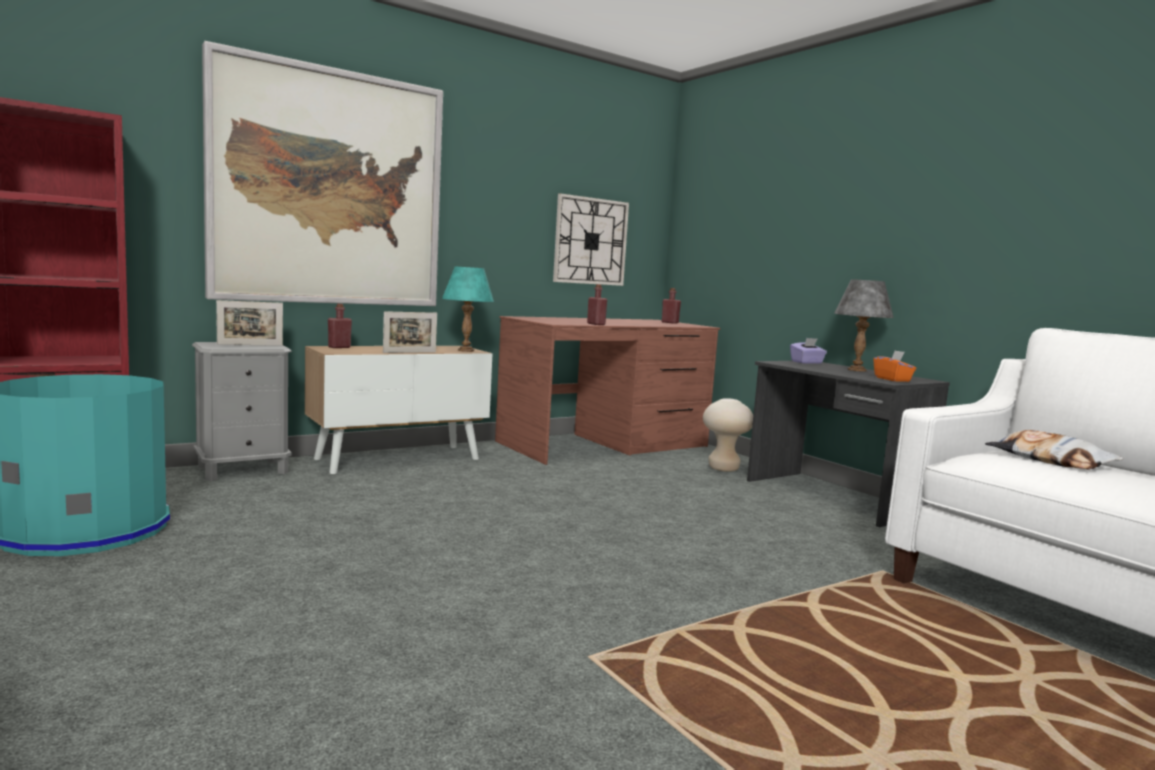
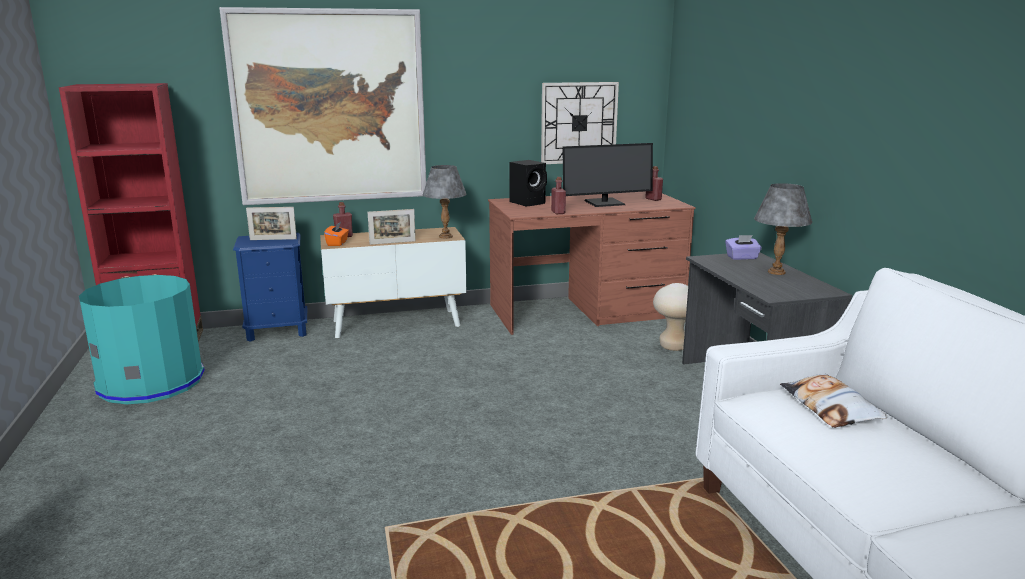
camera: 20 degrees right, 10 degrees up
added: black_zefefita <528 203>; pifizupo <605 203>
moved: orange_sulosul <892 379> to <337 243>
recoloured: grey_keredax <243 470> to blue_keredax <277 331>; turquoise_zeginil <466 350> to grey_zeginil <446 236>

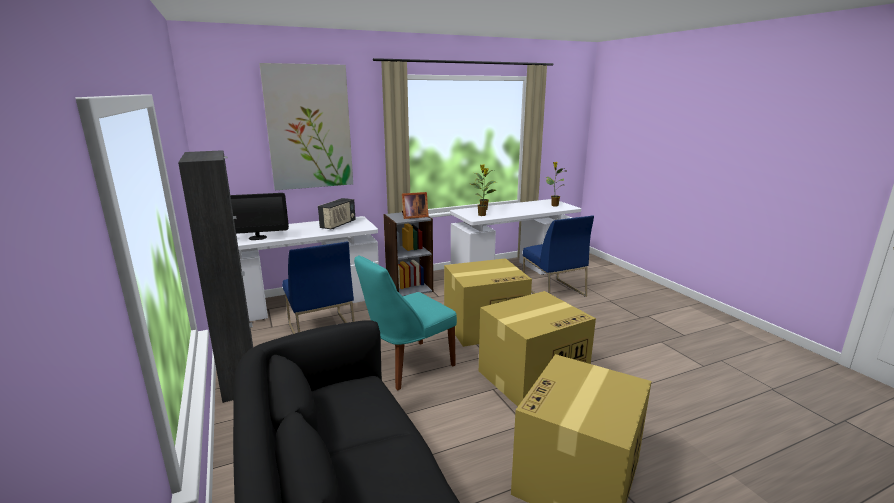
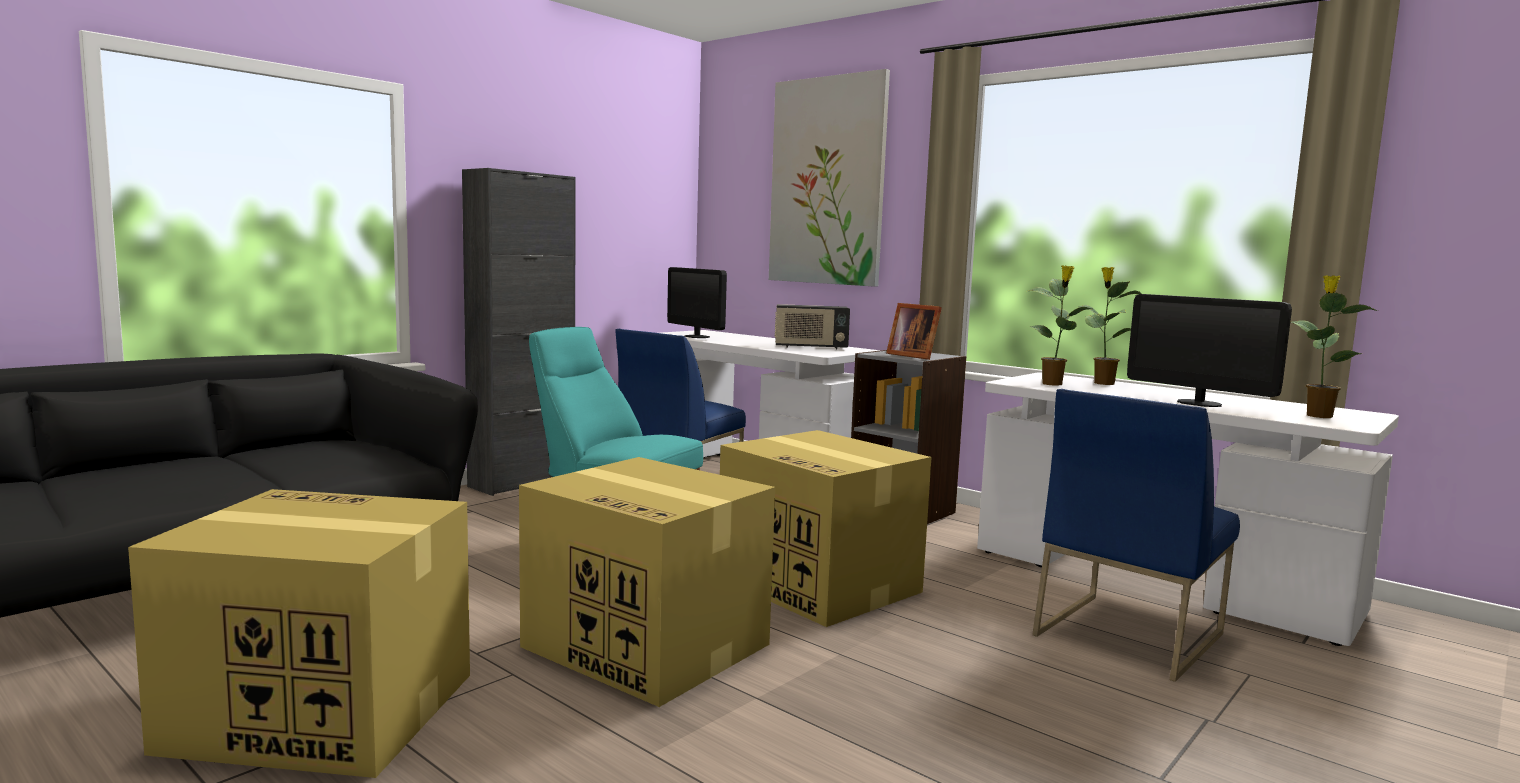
camera: 65 degrees right, 10 degrees down
added: pifizupo <1199 403>

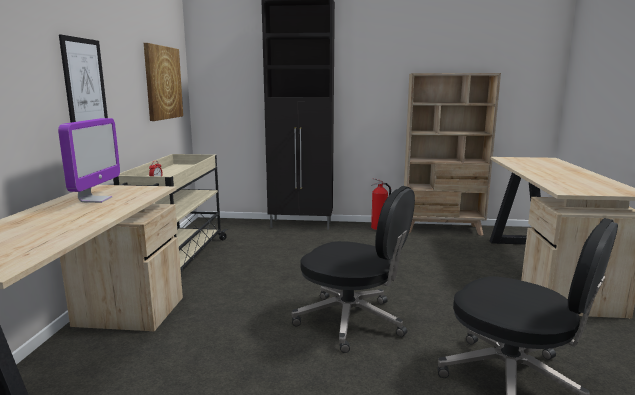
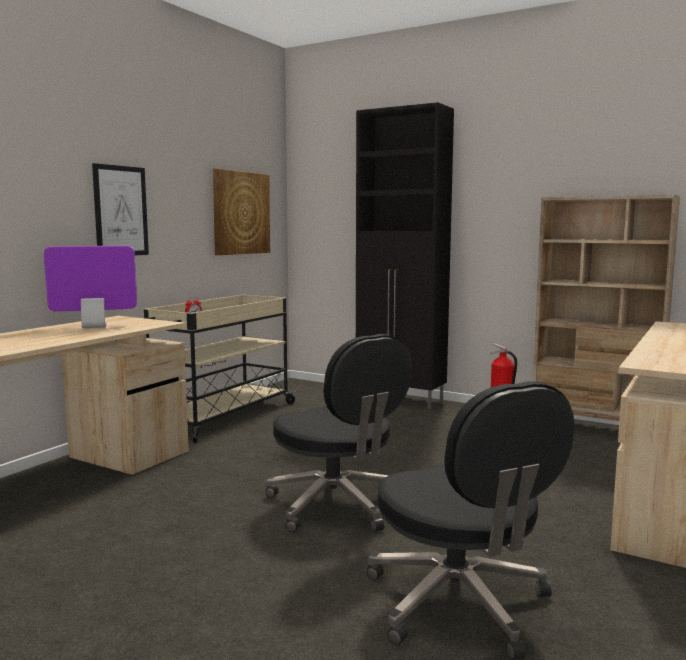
camera: 25 degrees right, 5 degrees down
turned: pifizupo <95 200> = <94 326> 135 degrees counterclockwise

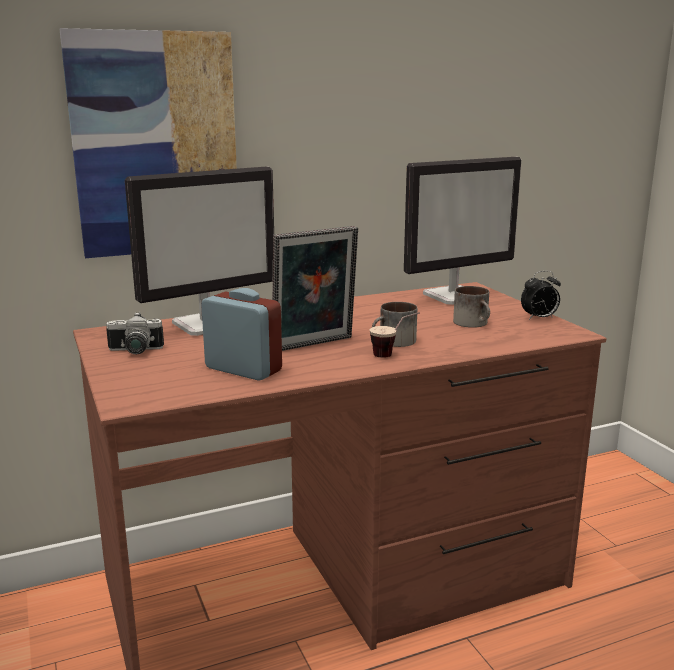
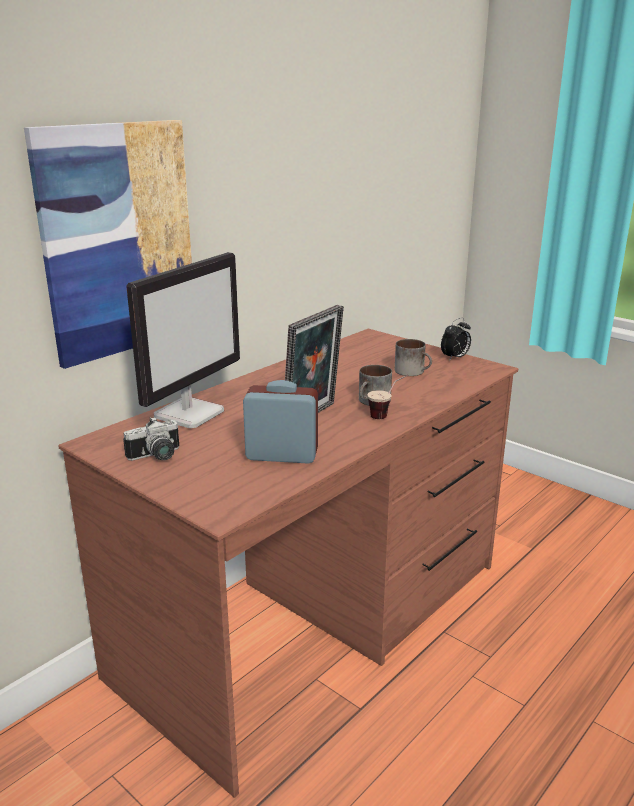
camera: 25 degrees left, 5 degrees up
removed: pifizupo <454 296>

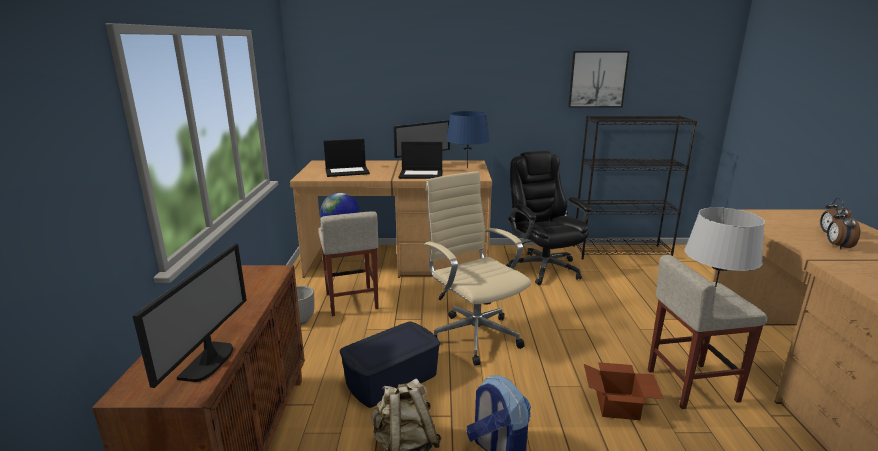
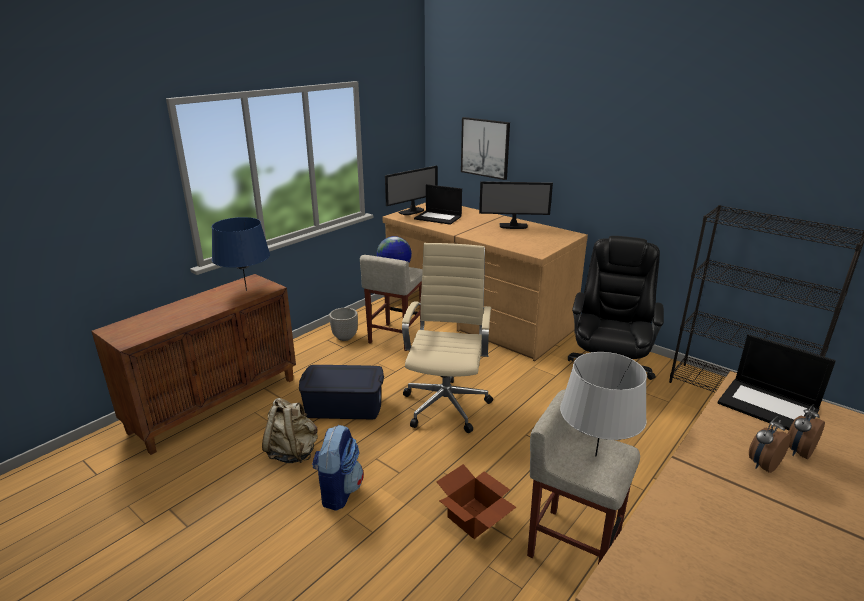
camera: 40 degrees right, 5 degrees up
moved: pifizupo <209 362> to <412 212>; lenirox <421 174> to <769 406>; blue_zeginil <467 168> to <246 290>; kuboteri <597 79> to <485 148>

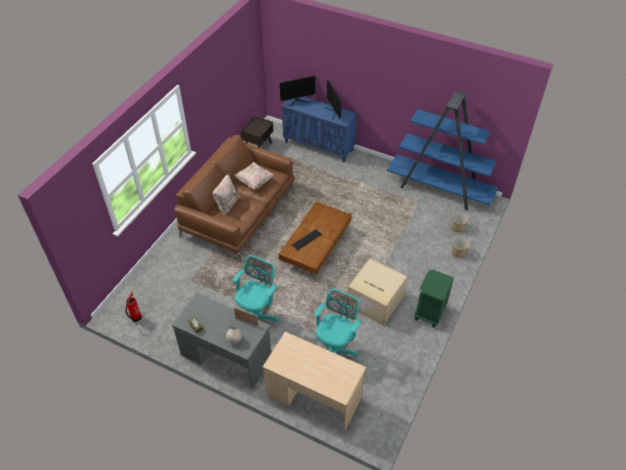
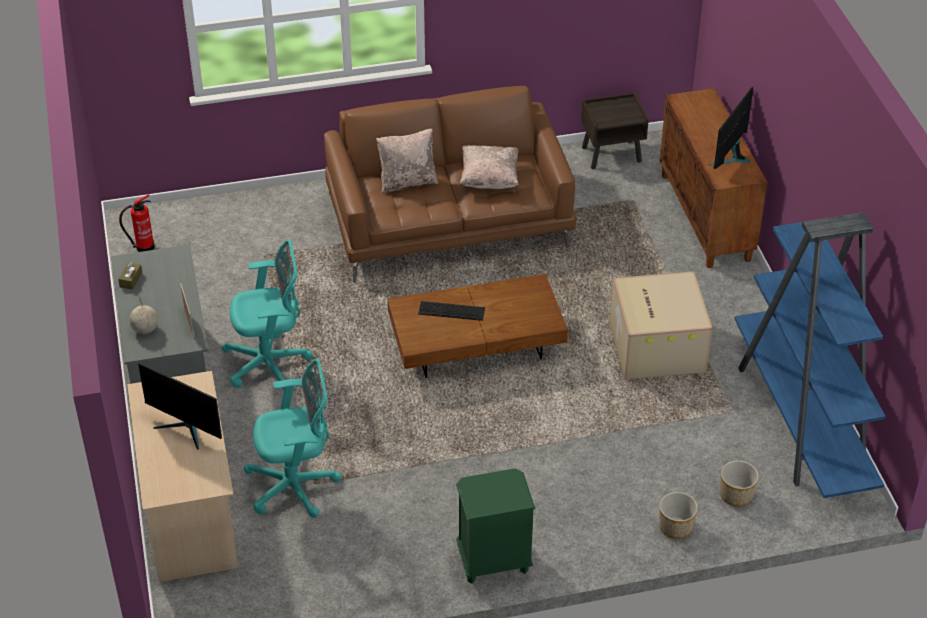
camera: 50 degrees right, 5 degrees down
moved: pifizupo <297 101> to <186 428>; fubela <374 301> to <655 346>
recoloured: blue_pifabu <319 146> to brown_pifabu <706 218>

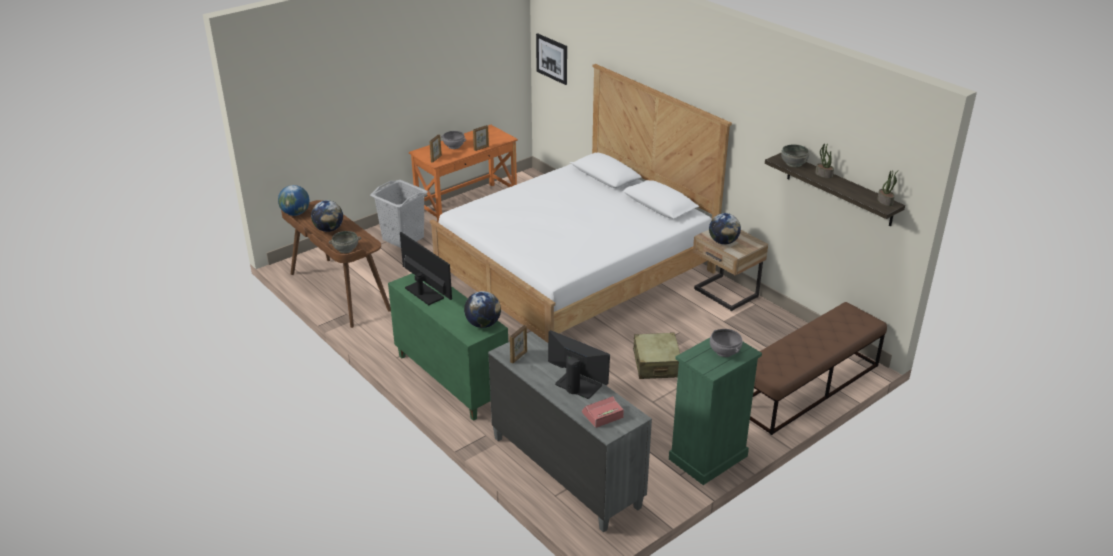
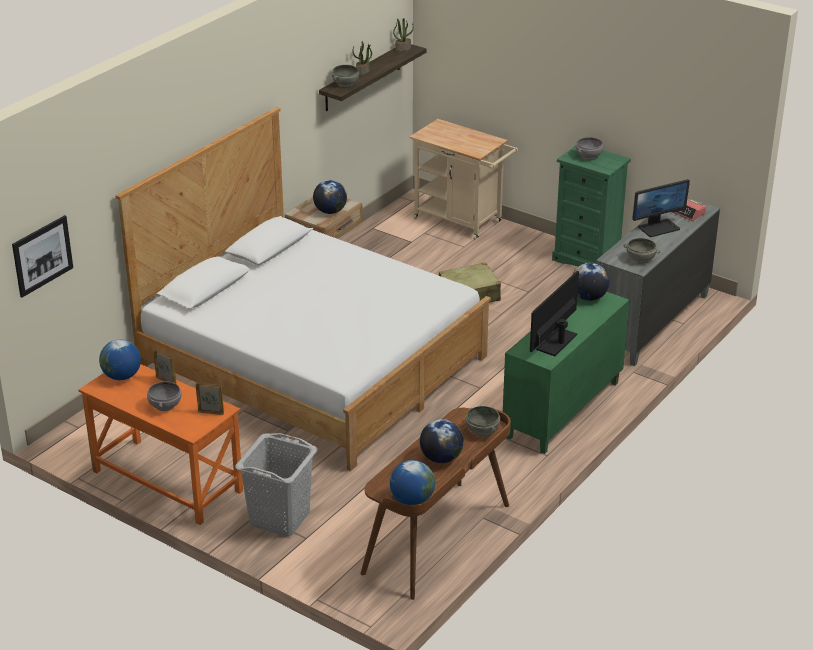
camera: 105 degrees left, 0 degrees up
added: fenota <121 376>
replaced: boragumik <519 357> to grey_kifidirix <640 259>; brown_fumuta <806 386> to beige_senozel <462 222>
turned: pifizupo <577 385> = <658 227> 135 degrees counterclockwise

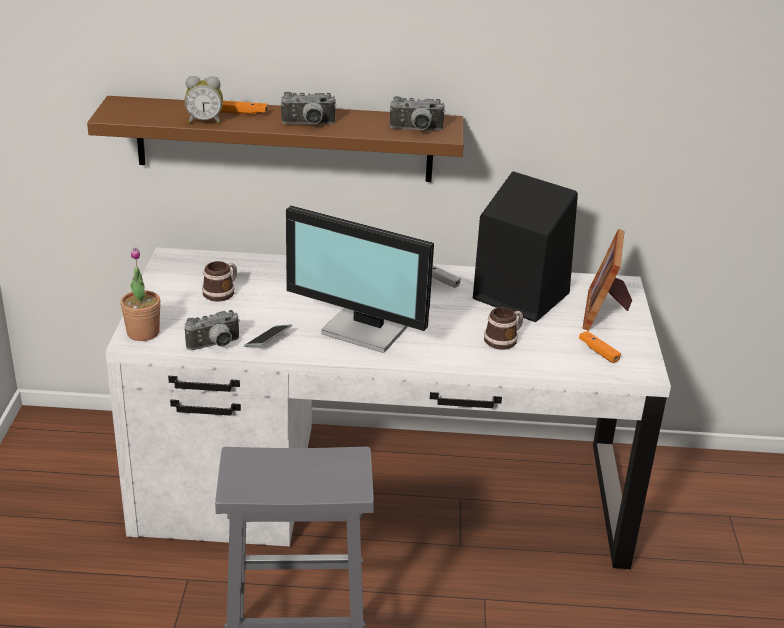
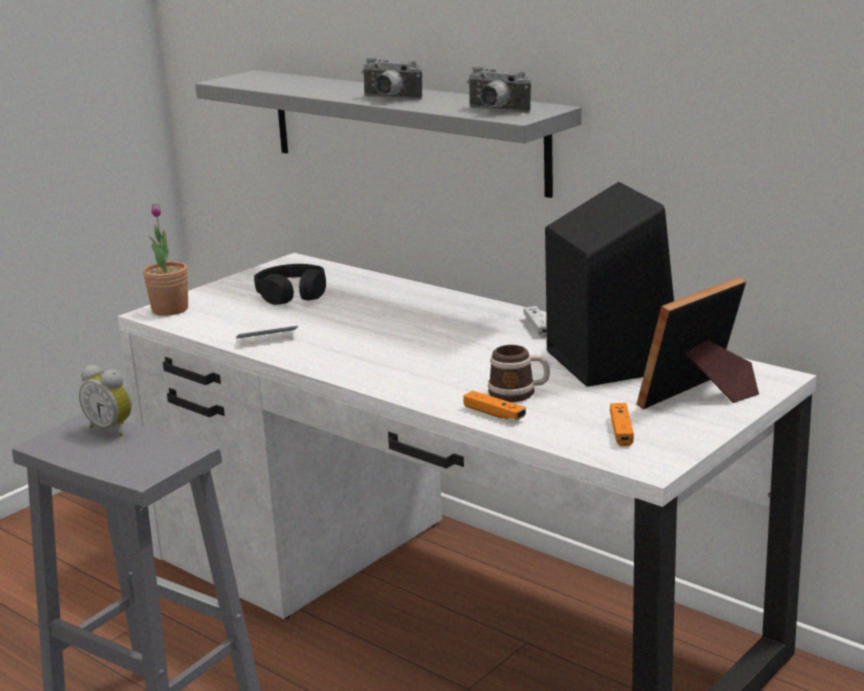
camera: 40 degrees right, 10 degrees down
removed: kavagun <215 346>; pifizupo <367 329>
moved: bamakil <205 121> to <112 429>; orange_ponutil <243 113> to <494 414>
replaced: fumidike <222 292> to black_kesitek <292 294>
recoloured: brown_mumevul <284 139> to grey_mumevul <404 130>

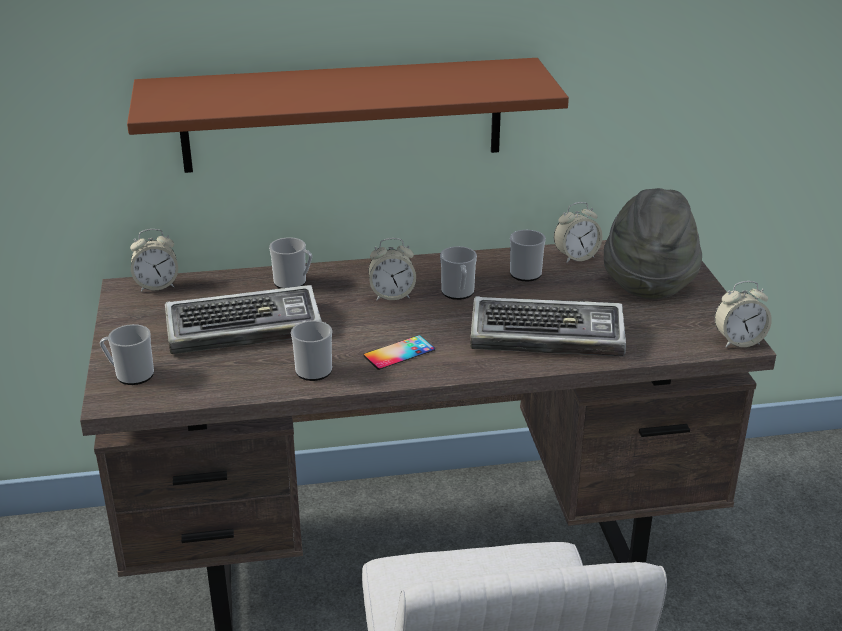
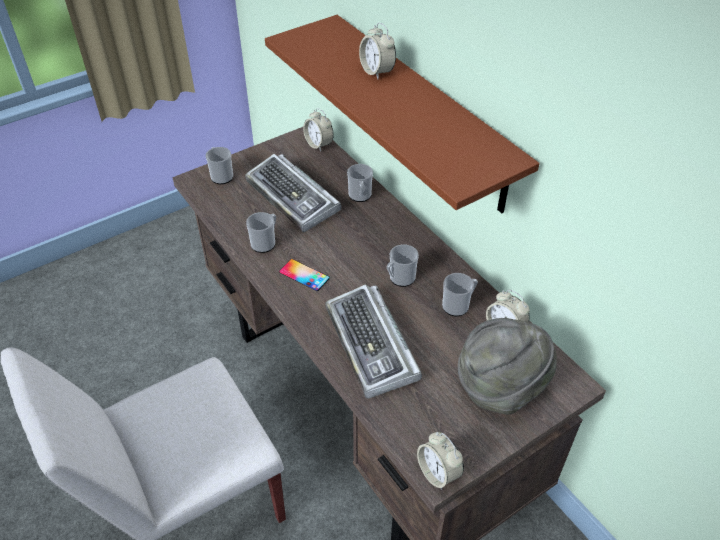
camera: 65 degrees right, 15 degrees up
moved: bamakil <392 295> to <377 72>

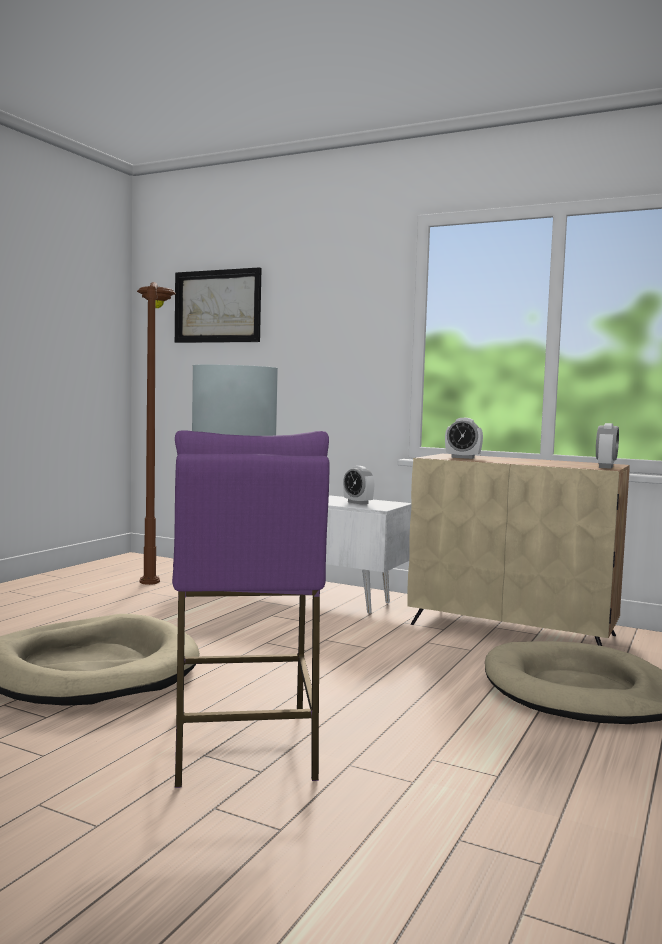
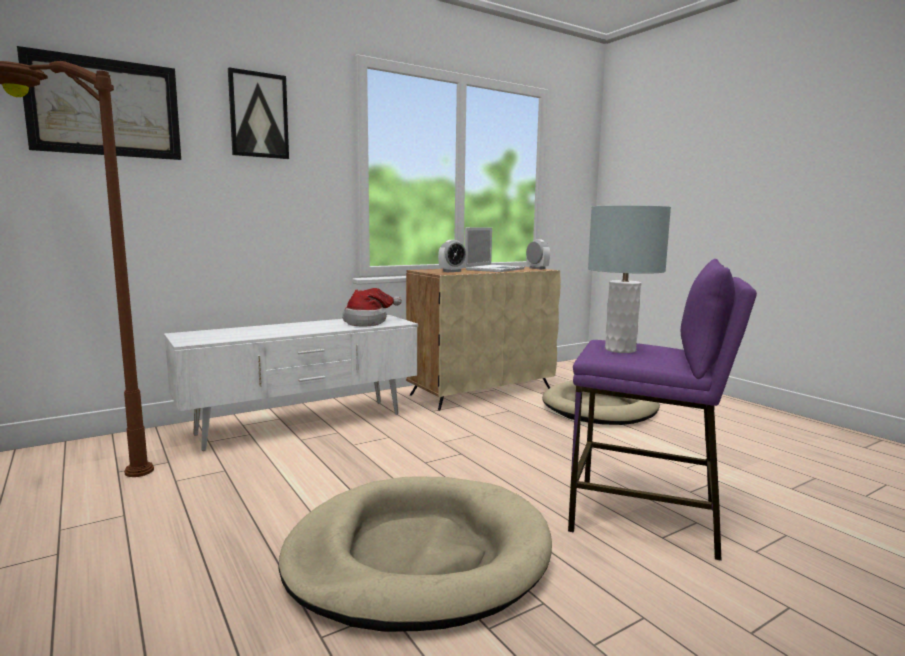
camera: 60 degrees left, 5 degrees up
added: kuboteri <258 115>; lenirox <494 269>
replaced: bamakil <358 503> to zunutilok <368 322>

